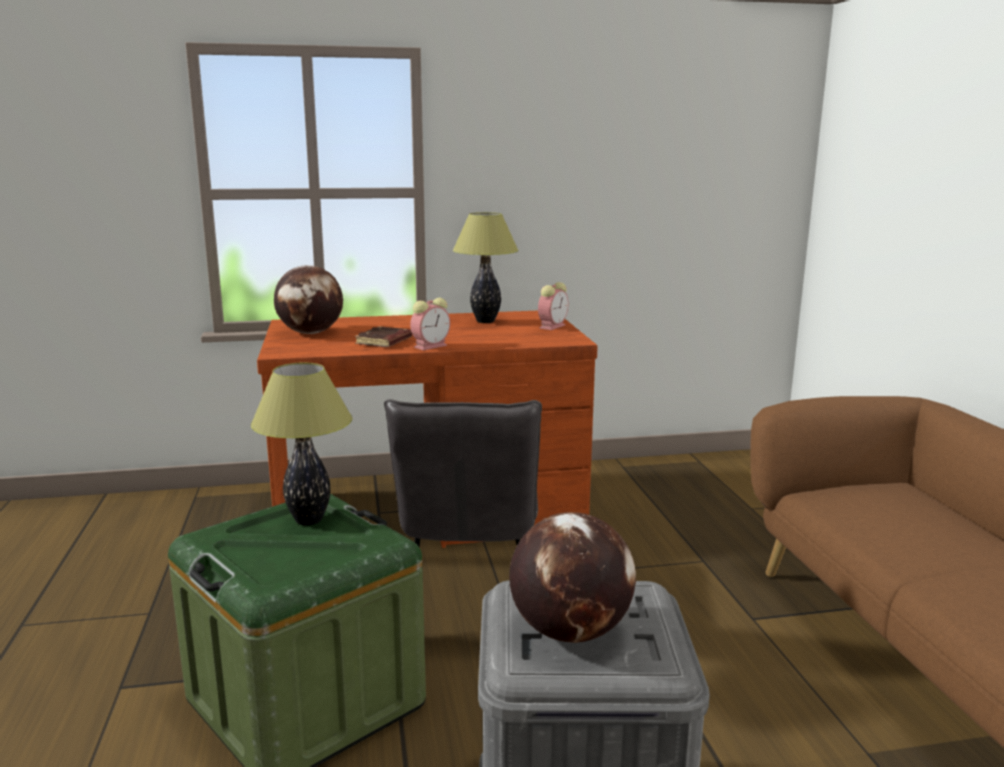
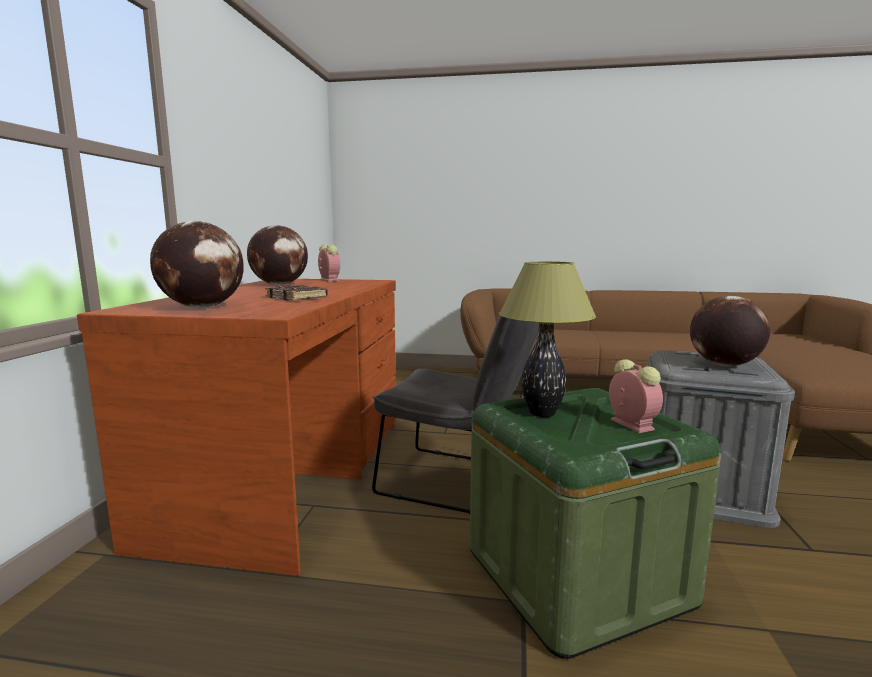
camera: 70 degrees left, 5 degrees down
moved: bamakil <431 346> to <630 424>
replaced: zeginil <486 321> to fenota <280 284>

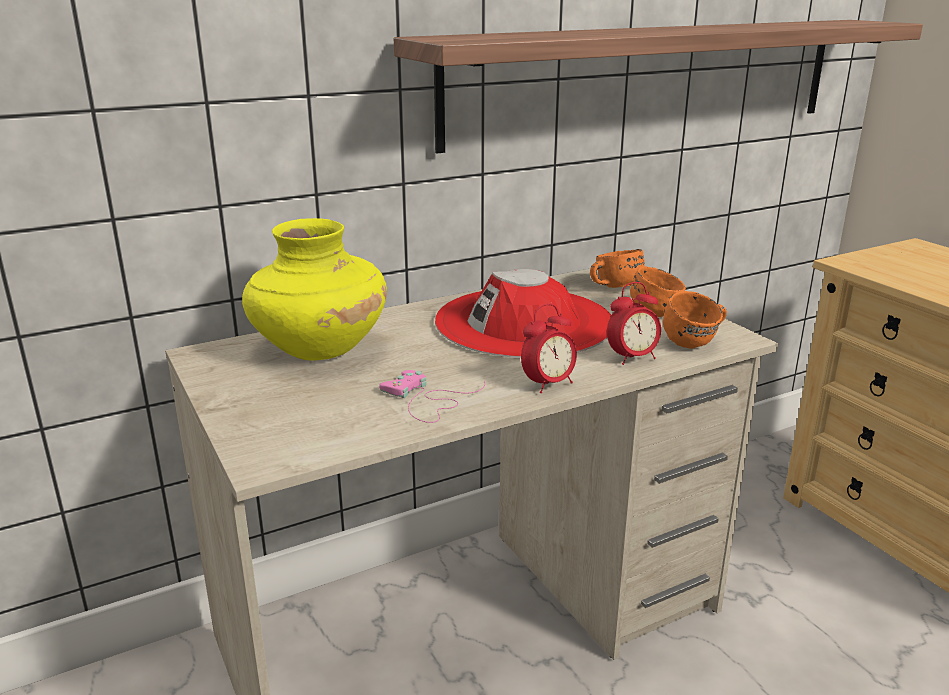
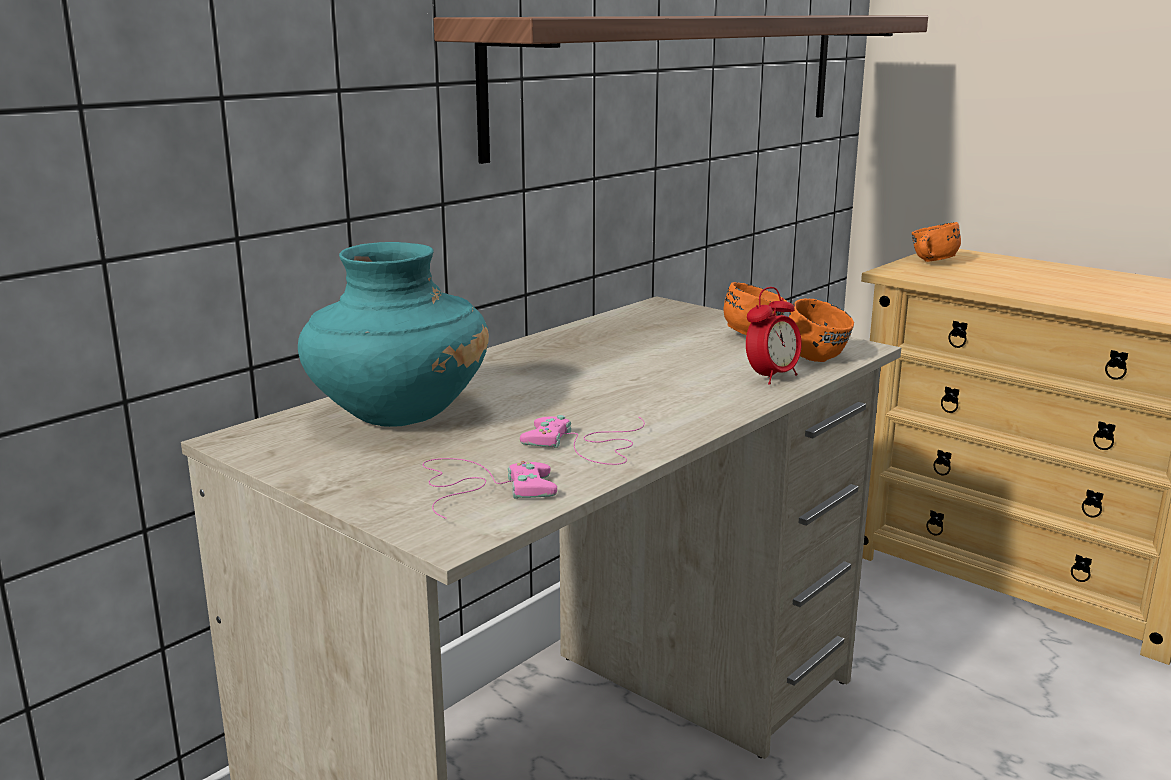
camera: 20 degrees left, 5 degrees down
removed: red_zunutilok <524 322>; bamakil <548 384>
added: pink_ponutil <479 487>
moved: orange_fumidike <612 288> to <929 262>
recoloured: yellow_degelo <319 349> to turquoise_degelo <397 414>

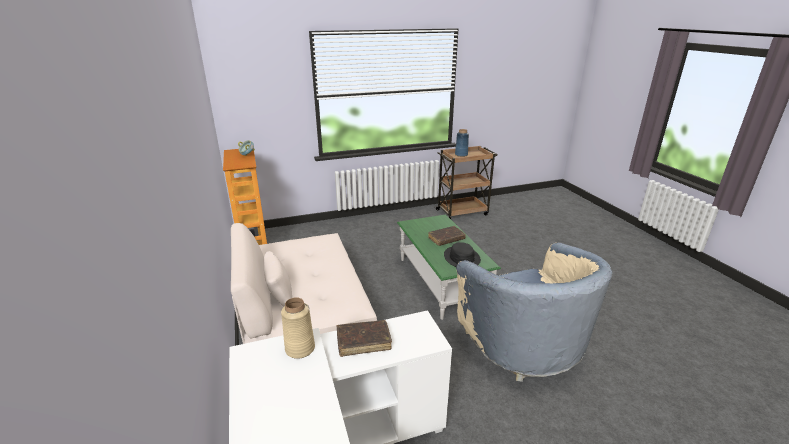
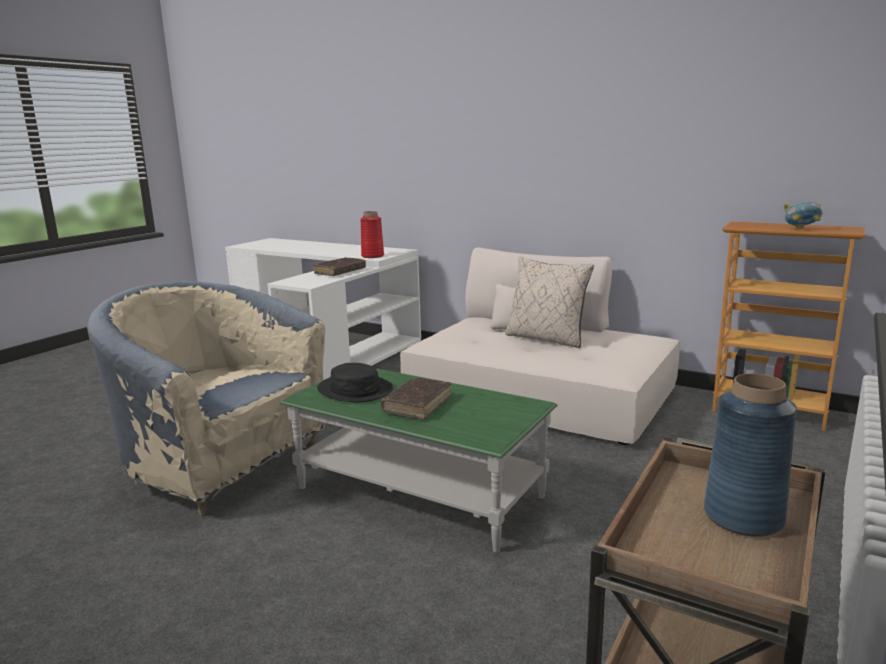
camera: 140 degrees right, 10 degrees down
added: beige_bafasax <546 338>
recoloured: beige_degelo <299 348> to red_degelo <373 256>

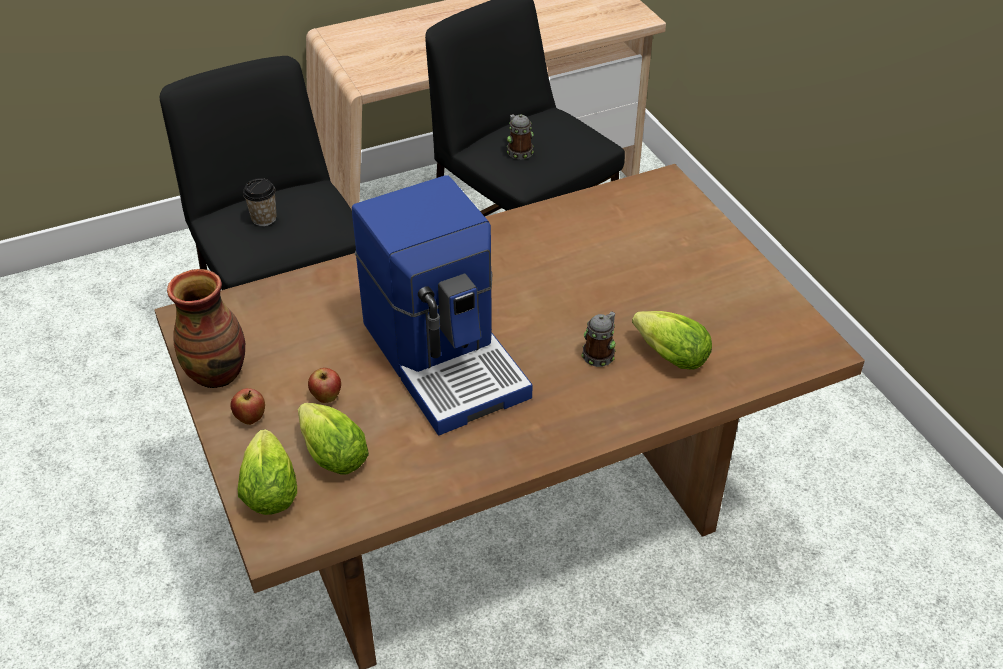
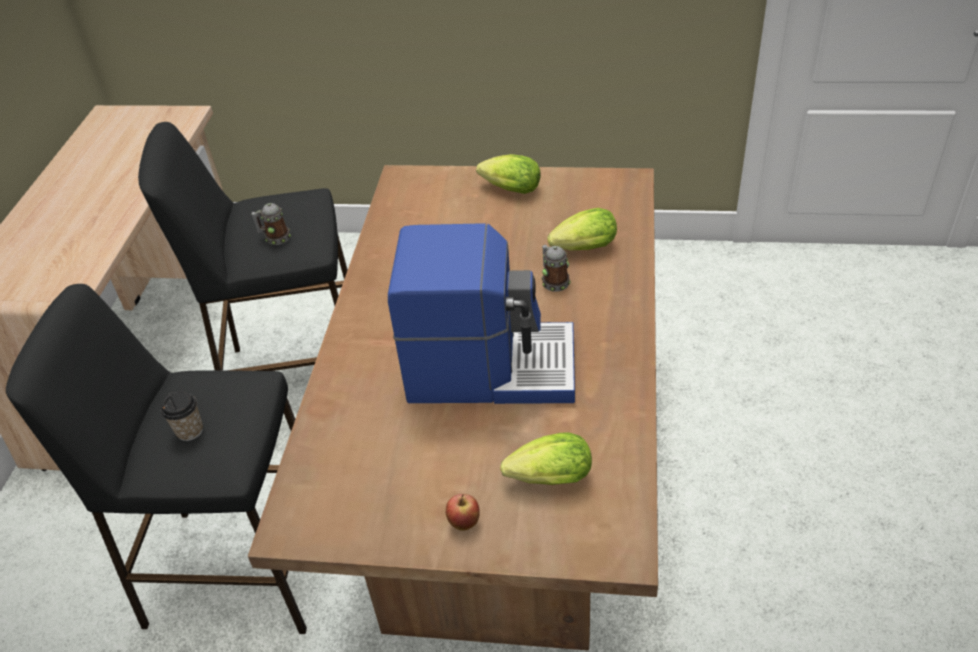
camera: 55 degrees left, 0 degrees up
removed: degelo <218 373>; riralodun <326 398>
moved: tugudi <269 487> to <508 189>

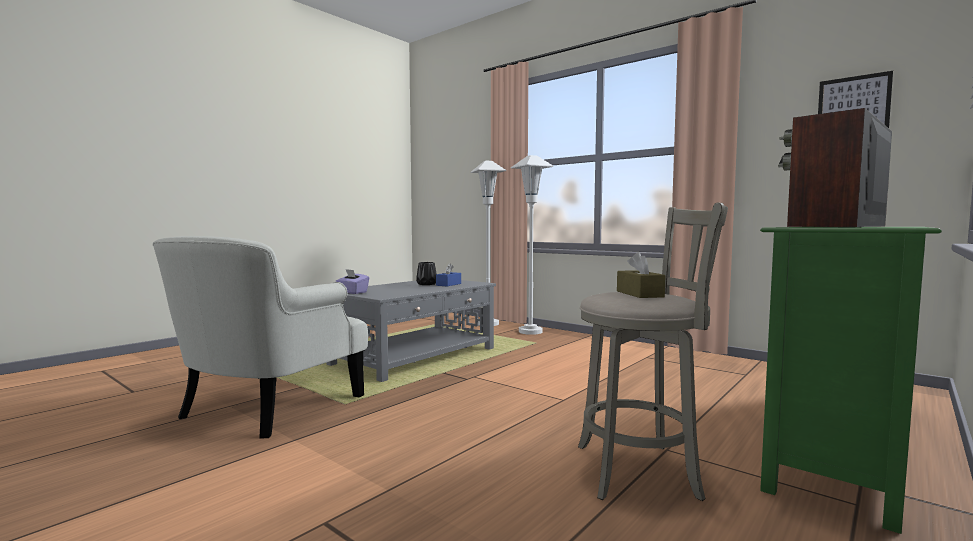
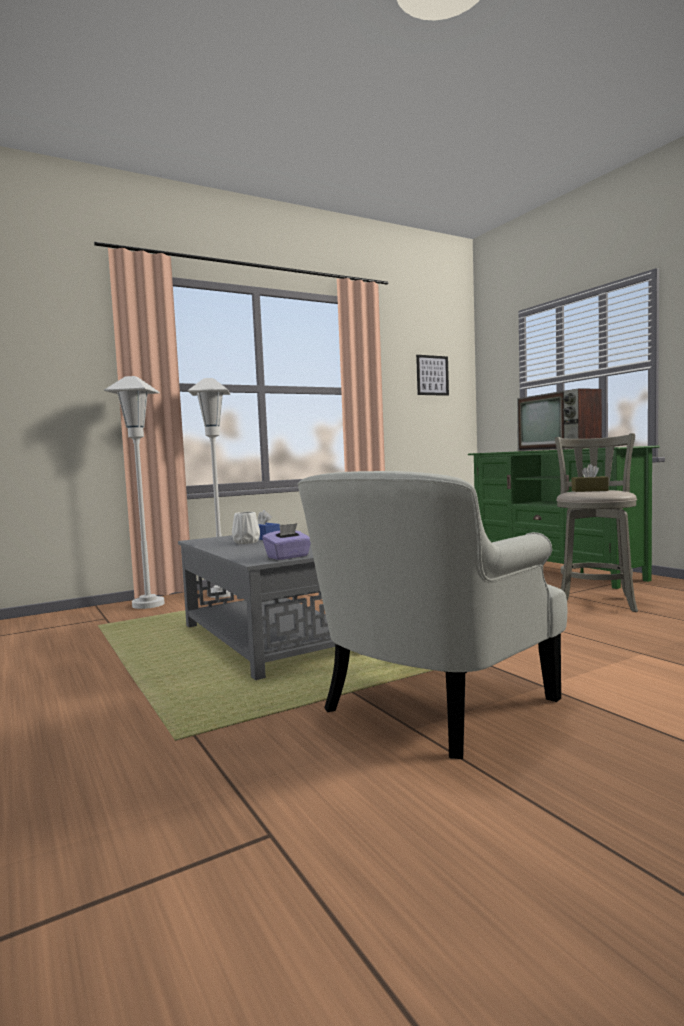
camera: 70 degrees left, 0 degrees up
recoloured: black_degelo <427 284> to white_degelo <246 542>
turned: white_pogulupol <268 407> = <432 705> 90 degrees clockwise

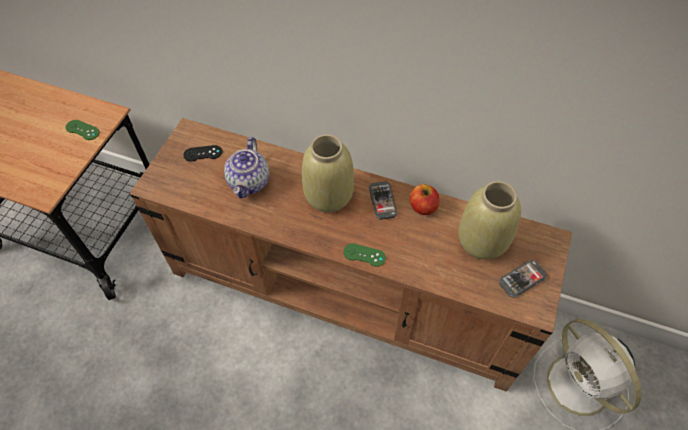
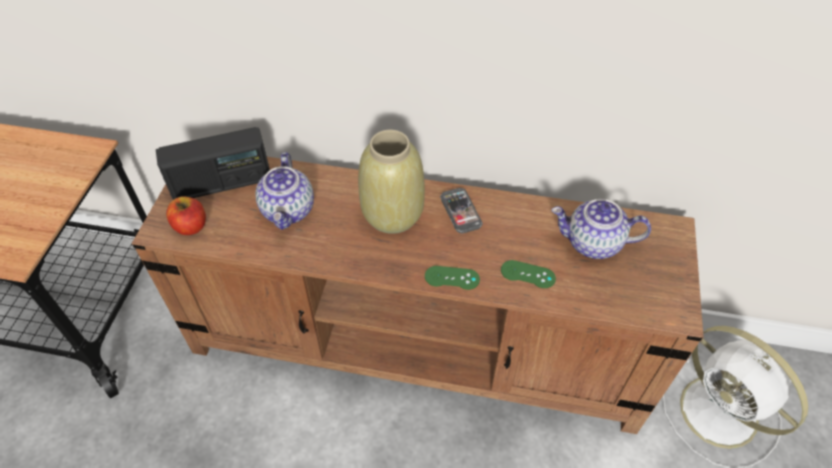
camera: 10 degrees left, 5 degrees down
removed: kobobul <522 279>
moved: green_ponutil <82 130> to <528 274>; riralodun <423 207> to <191 226>
replaced: black_ponutil <203 153> to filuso <222 183>; beige_degelo <482 242> to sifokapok <592 243>

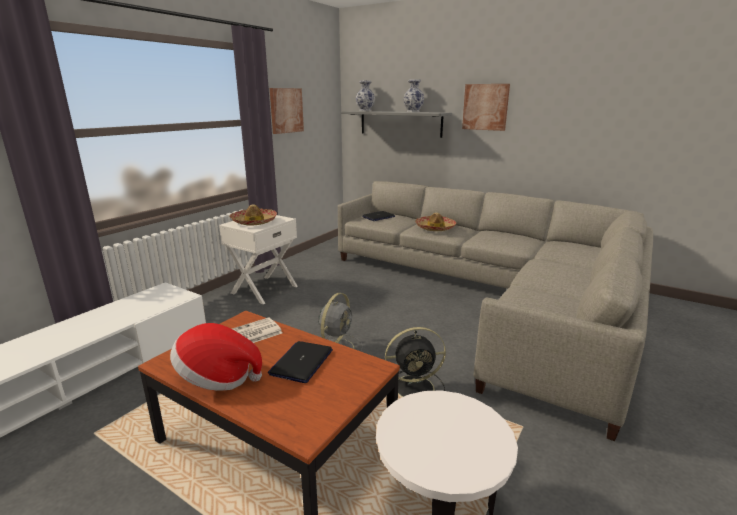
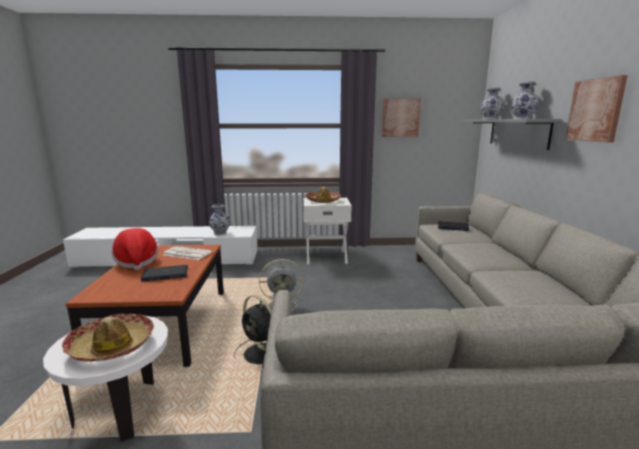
camera: 55 degrees right, 5 degrees down
added: degelo <220 233>
moved: zunutilok <435 228> to <112 345>

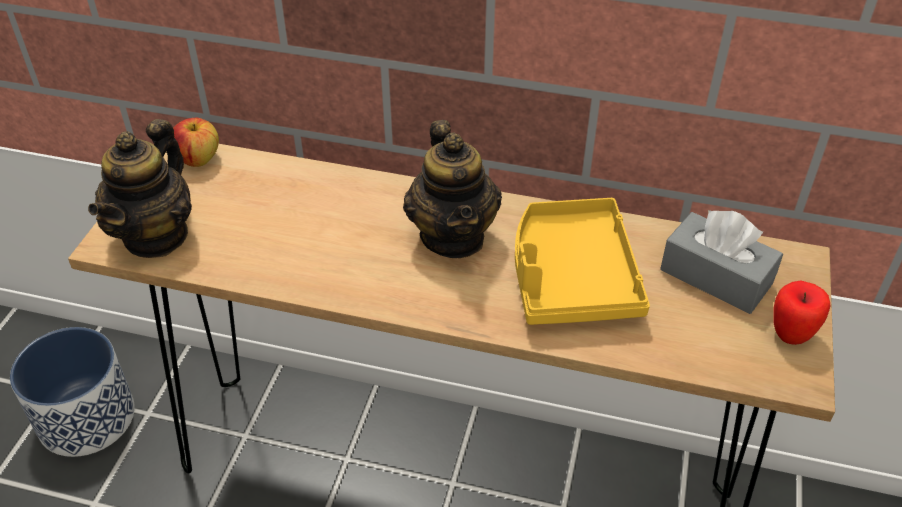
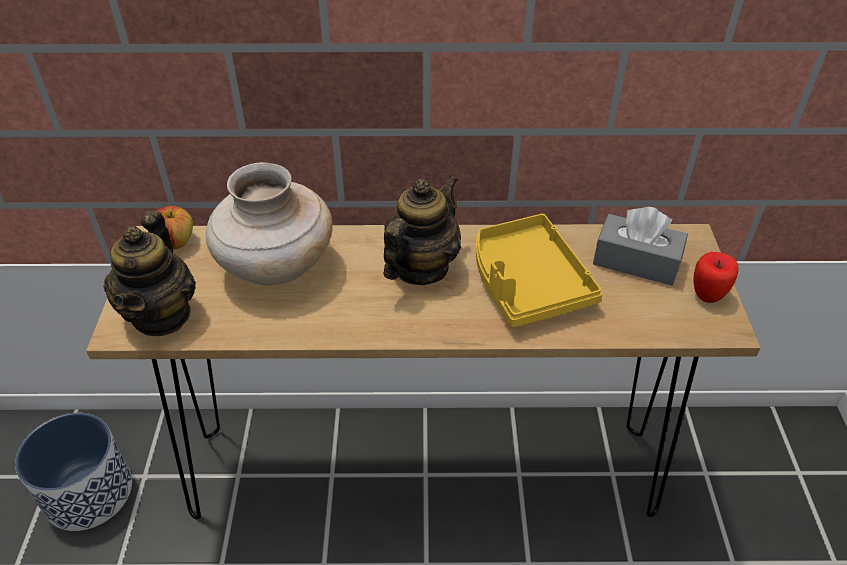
camera: 15 degrees left, 0 degrees up
added: beige_degelo <275 267>
turned: sifokapok <453 236> = <420 268> 120 degrees counterclockwise

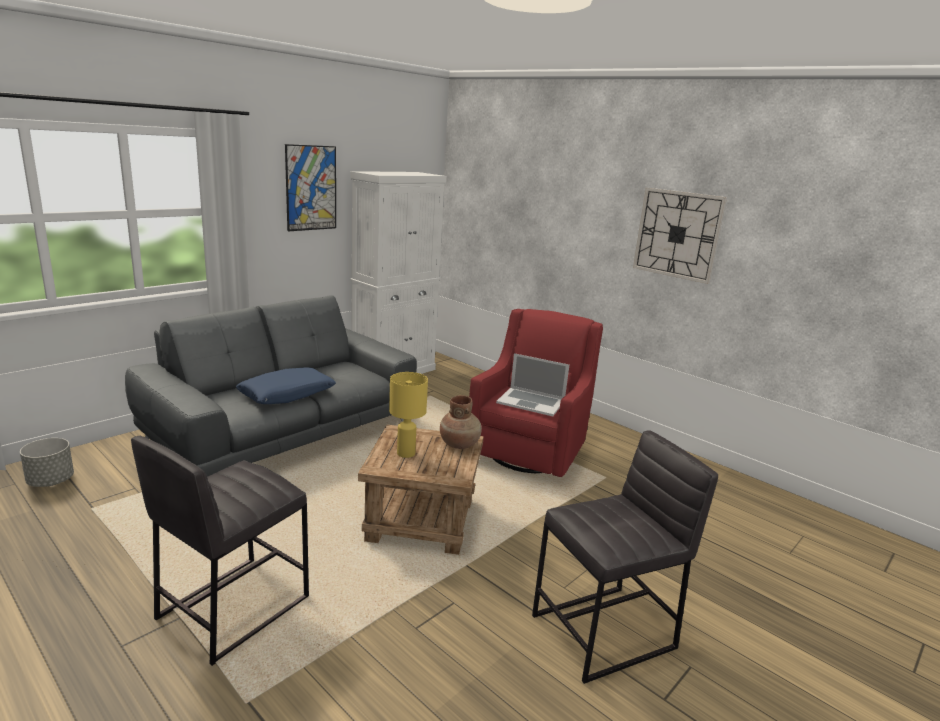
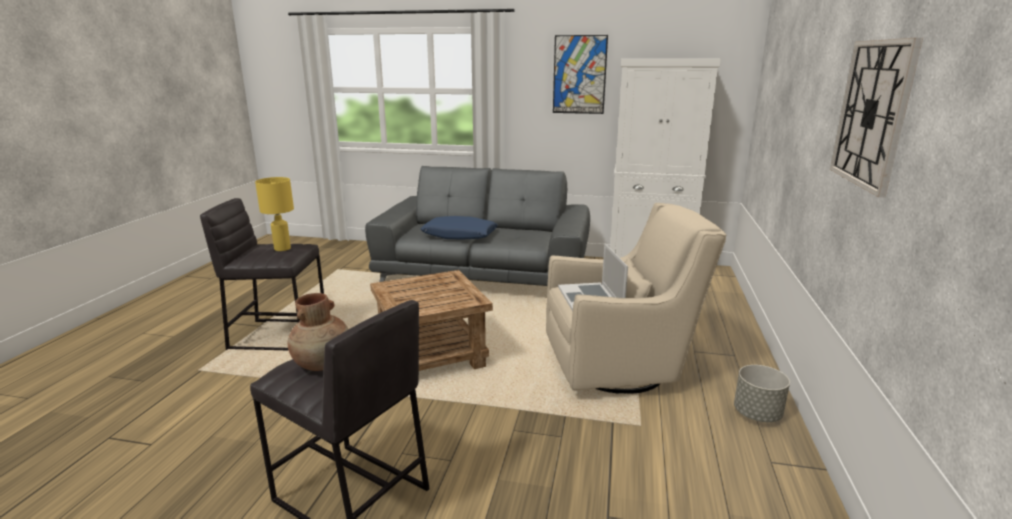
camera: 60 degrees right, 0 degrees up
moved: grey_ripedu <50 481> to <756 414>; yellow_zeginil <406 453> to <283 248>; brown_degelo <459 444> to <323 363>
recoloured: red_pogulupol <530 451> to beige_pogulupol <621 367>

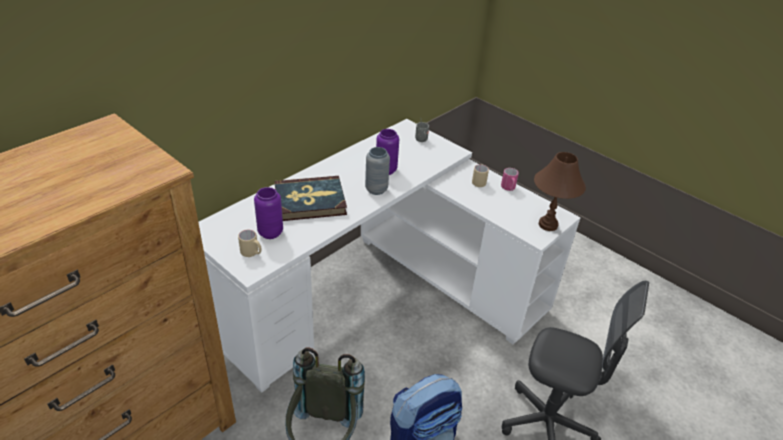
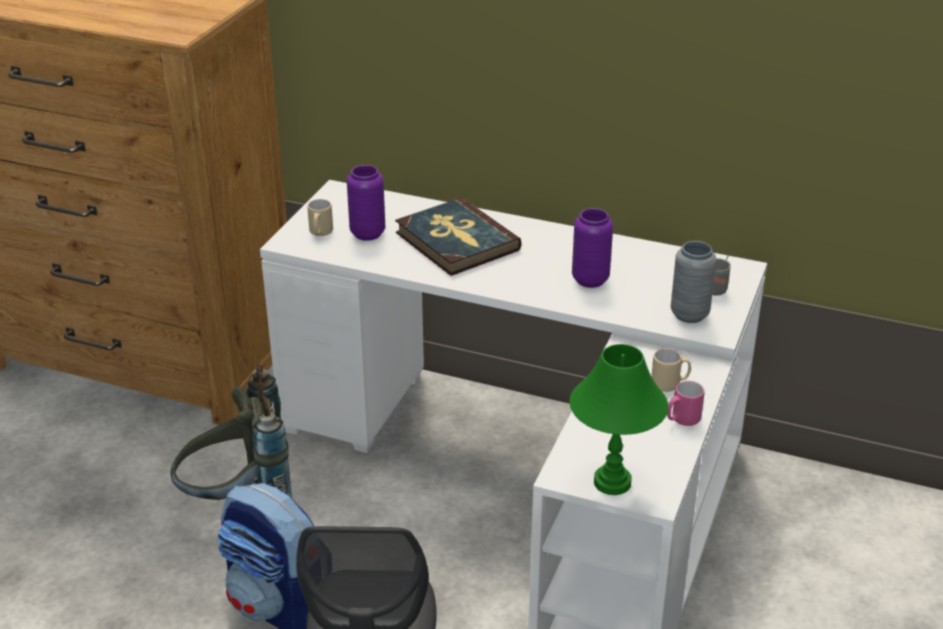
camera: 70 degrees right, 5 degrees down
moved: grey_degelo <376 189> to <689 315>
recoloured: brown_zeginil <547 224> to green_zeginil <612 482>

